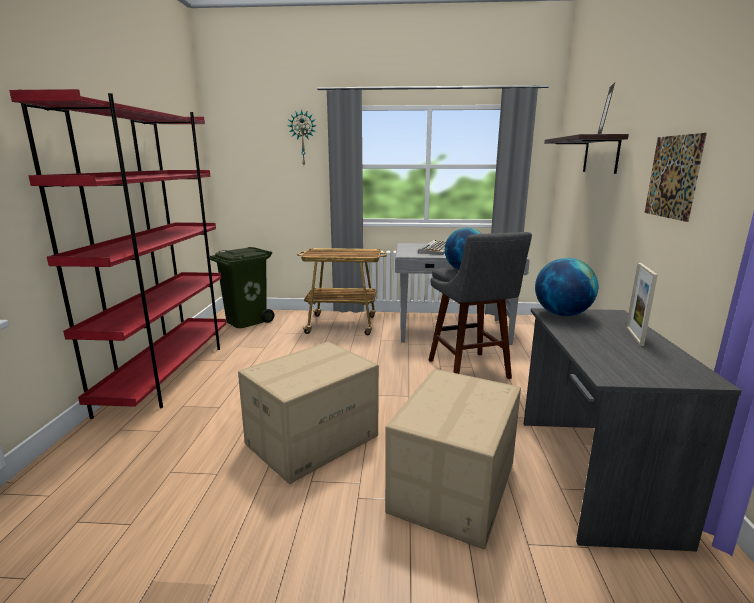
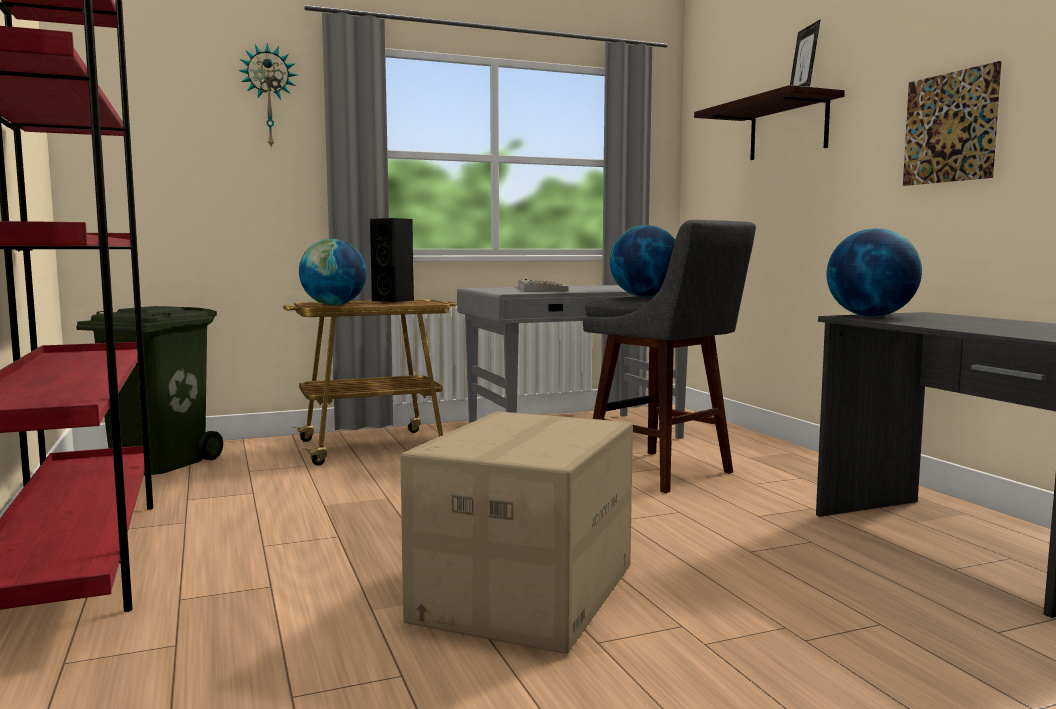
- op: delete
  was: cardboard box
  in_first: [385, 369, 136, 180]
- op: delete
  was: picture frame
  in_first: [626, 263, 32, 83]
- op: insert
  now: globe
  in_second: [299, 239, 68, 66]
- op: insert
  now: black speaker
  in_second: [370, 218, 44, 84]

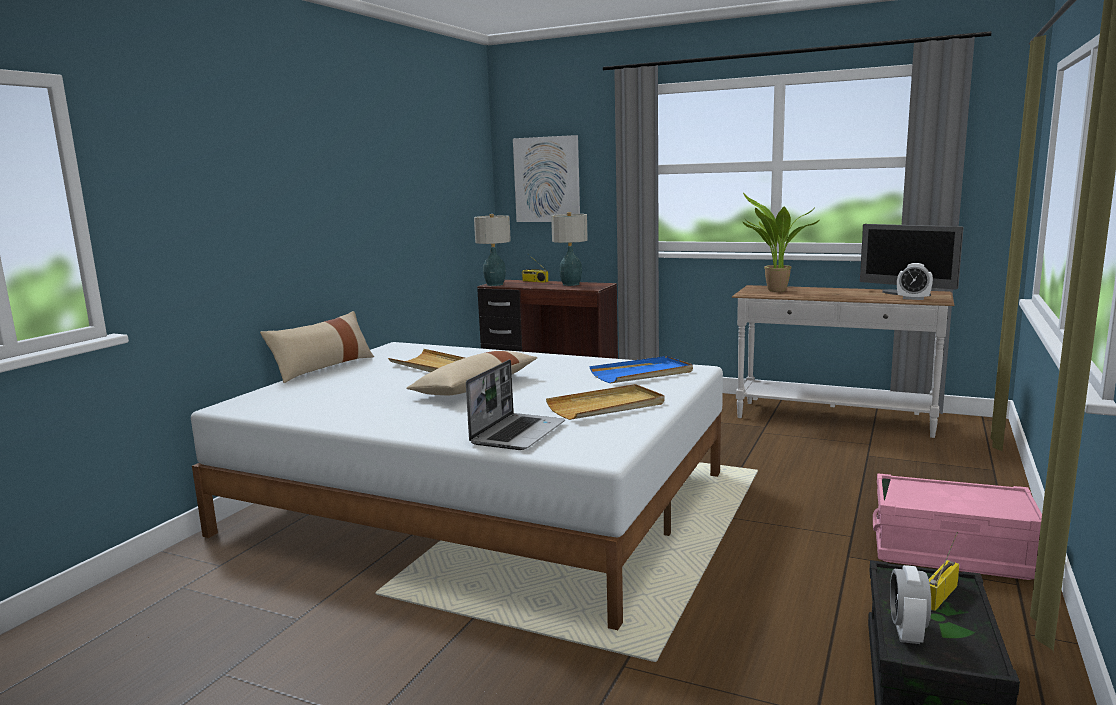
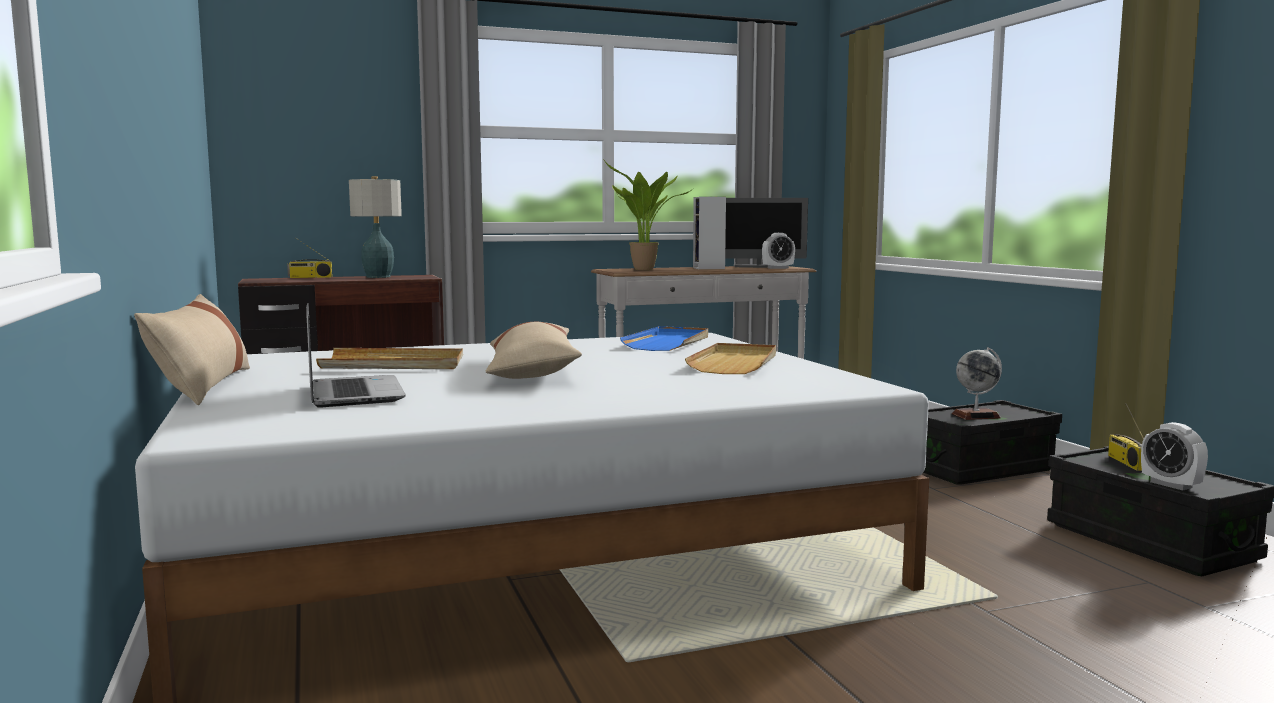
- op: move
  was: laptop
  in_first: [466, 360, 99, 90]
  in_second: [306, 303, 100, 105]
- op: delete
  was: table lamp
  in_first: [474, 214, 37, 72]
- op: delete
  was: picture
  in_first: [513, 135, 67, 87]
- op: recolor
  was: pink storage box
  now: black storage box
  in_first: [873, 473, 169, 107]
  in_second: [923, 400, 139, 85]
- op: insert
  now: speaker
  in_second: [693, 197, 33, 73]
- op: insert
  now: globe
  in_second: [952, 347, 50, 73]

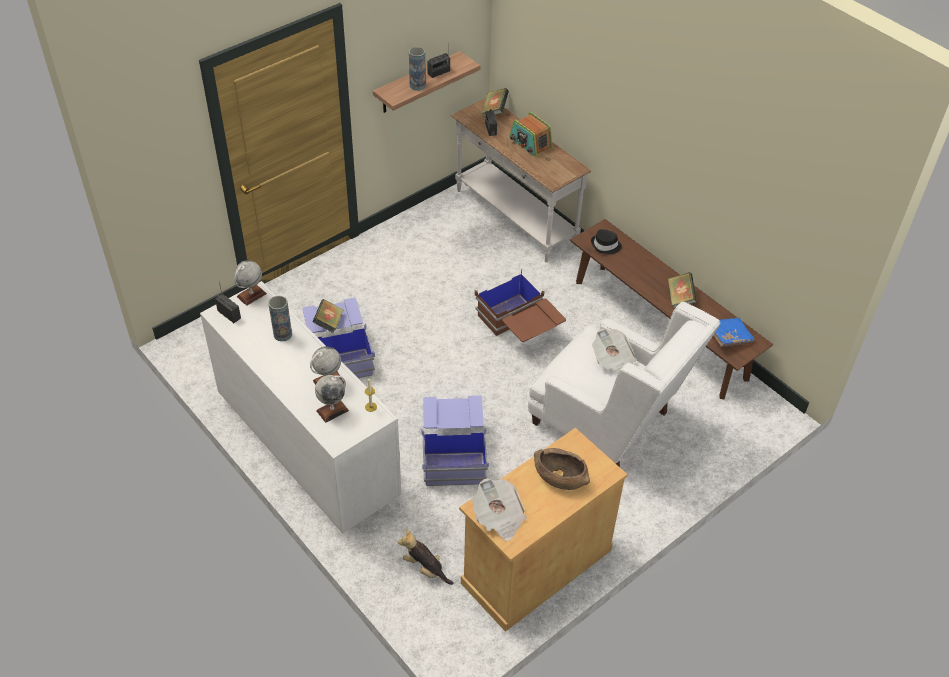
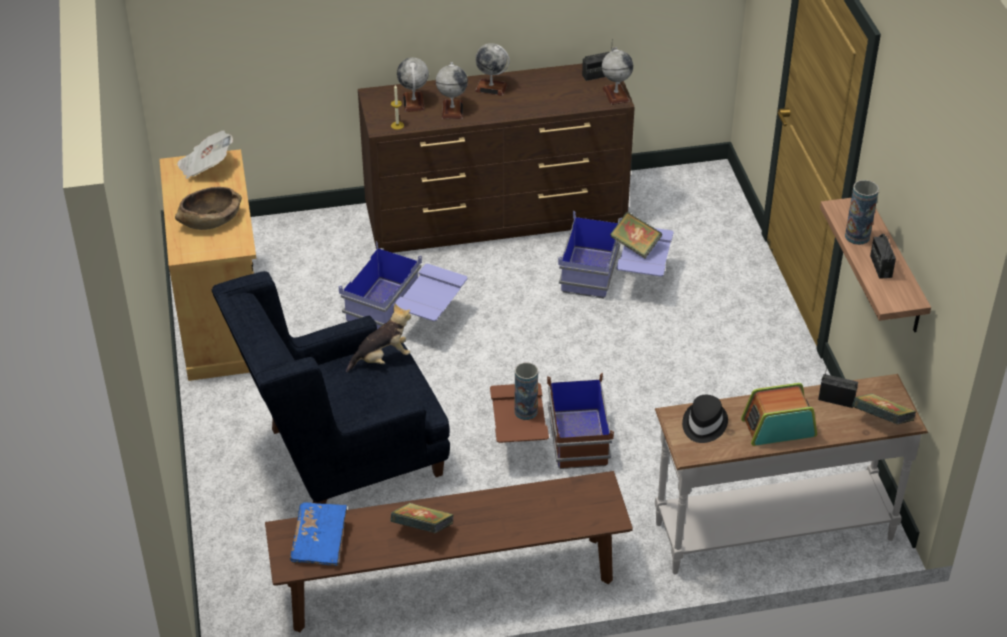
- op: recolor
  was: white dresser
  now: brown dresser
  in_first: [200, 281, 202, 253]
  in_second: [358, 63, 277, 190]
- op: move
  was: vase
  in_first: [268, 296, 24, 45]
  in_second: [515, 362, 23, 58]
- op: move
  was: plush toy
  in_first: [398, 530, 55, 55]
  in_second: [346, 303, 65, 70]
- op: recolor
  was: white armchair
  now: blue armchair
  in_first: [528, 302, 192, 165]
  in_second: [212, 271, 238, 233]
- op: move
  was: black hat
  in_first: [591, 229, 31, 26]
  in_second: [682, 395, 46, 48]
- op: delete
  was: newspaper
  in_first: [592, 329, 45, 46]
- op: insert
  now: globe
  in_second: [475, 43, 34, 53]

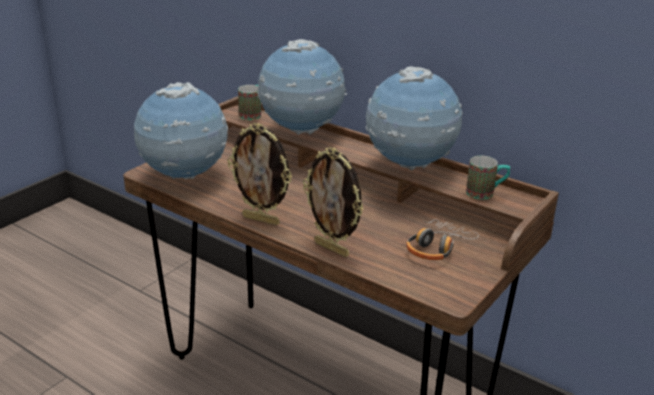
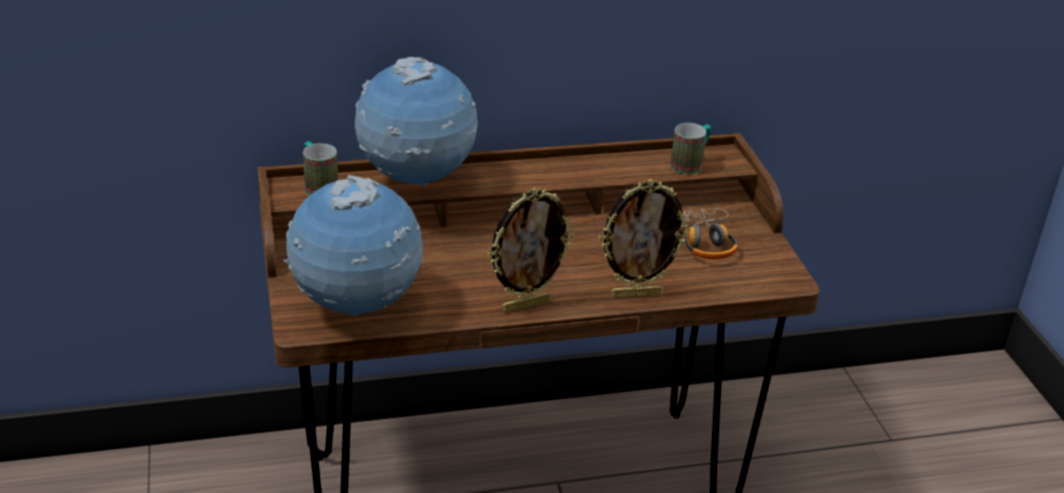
- op: delete
  was: globe
  in_first: [366, 67, 97, 104]

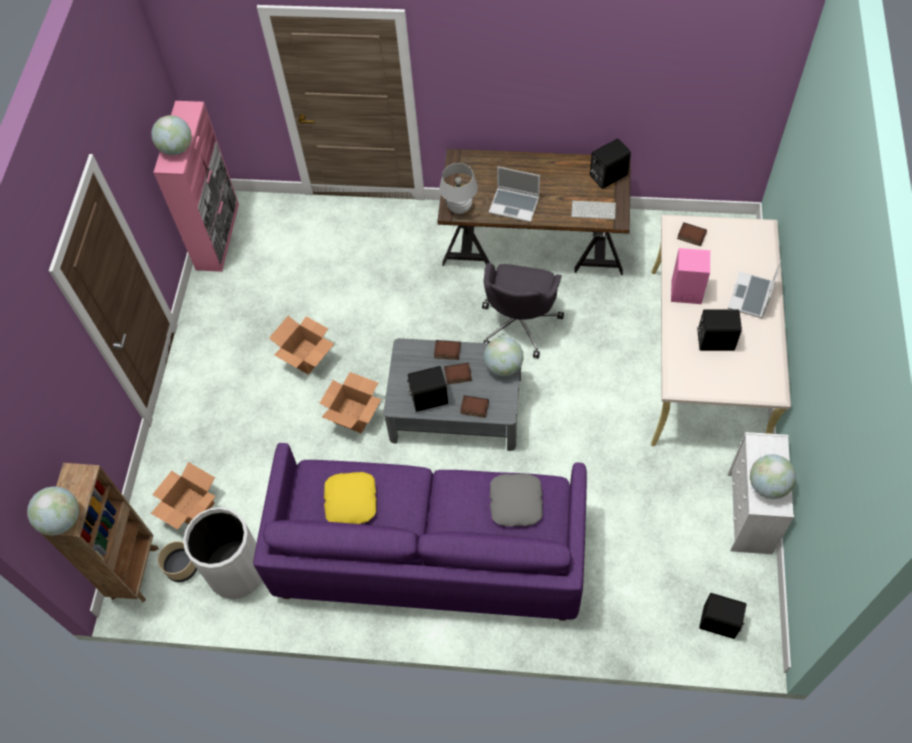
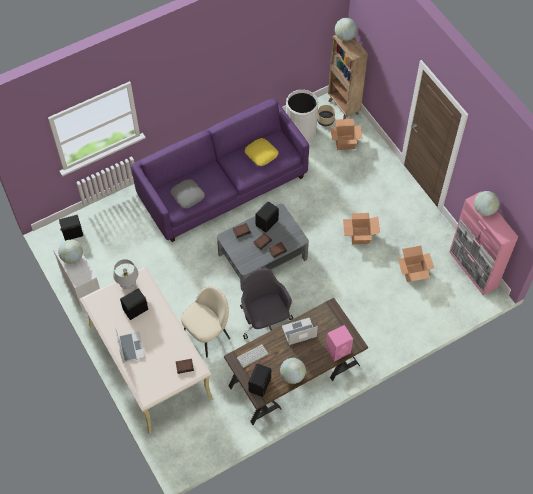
- op: move
  was: cardboard box
  in_first: [319, 372, 63, 61]
  in_second: [398, 246, 36, 36]
- op: move
  was: white table lamp
  in_first: [439, 163, 39, 51]
  in_second: [113, 259, 25, 30]
- op: move
  was: globe
  in_first: [484, 337, 40, 39]
  in_second: [280, 358, 26, 26]
- op: move
  was: pink speaker
  in_first: [671, 248, 39, 56]
  in_second: [326, 325, 27, 36]
- op: insert
  now: beige chair
  in_second: [181, 286, 49, 71]

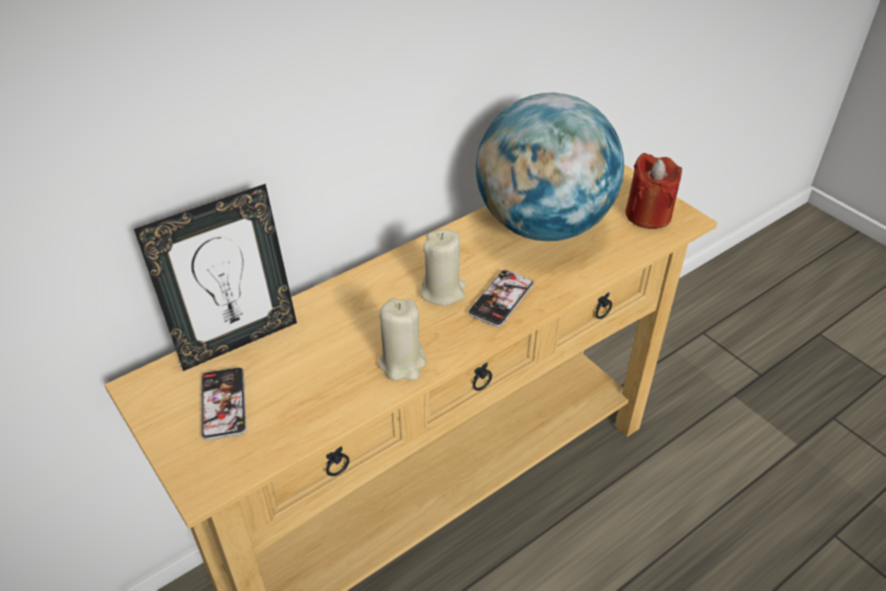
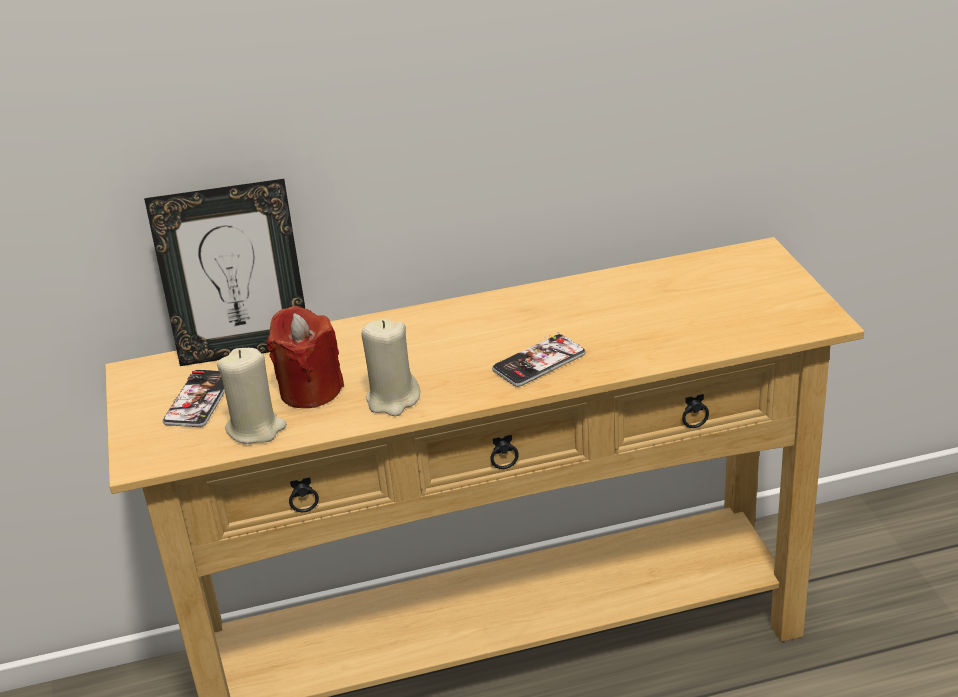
- op: move
  was: beige candle
  in_first: [420, 229, 46, 76]
  in_second: [217, 348, 70, 96]
- op: delete
  was: globe
  in_first: [476, 92, 148, 149]
- op: move
  was: red candle
  in_first: [625, 153, 57, 76]
  in_second: [267, 305, 77, 103]

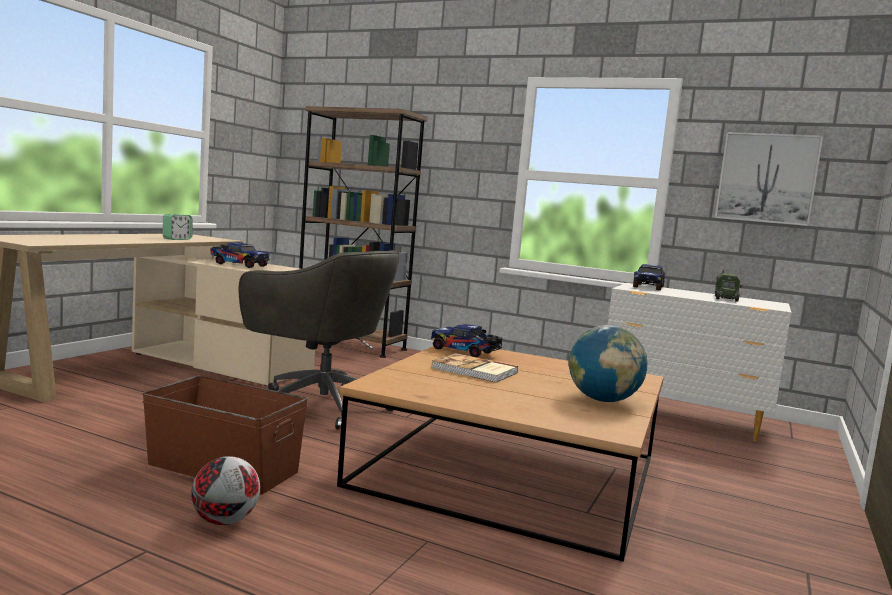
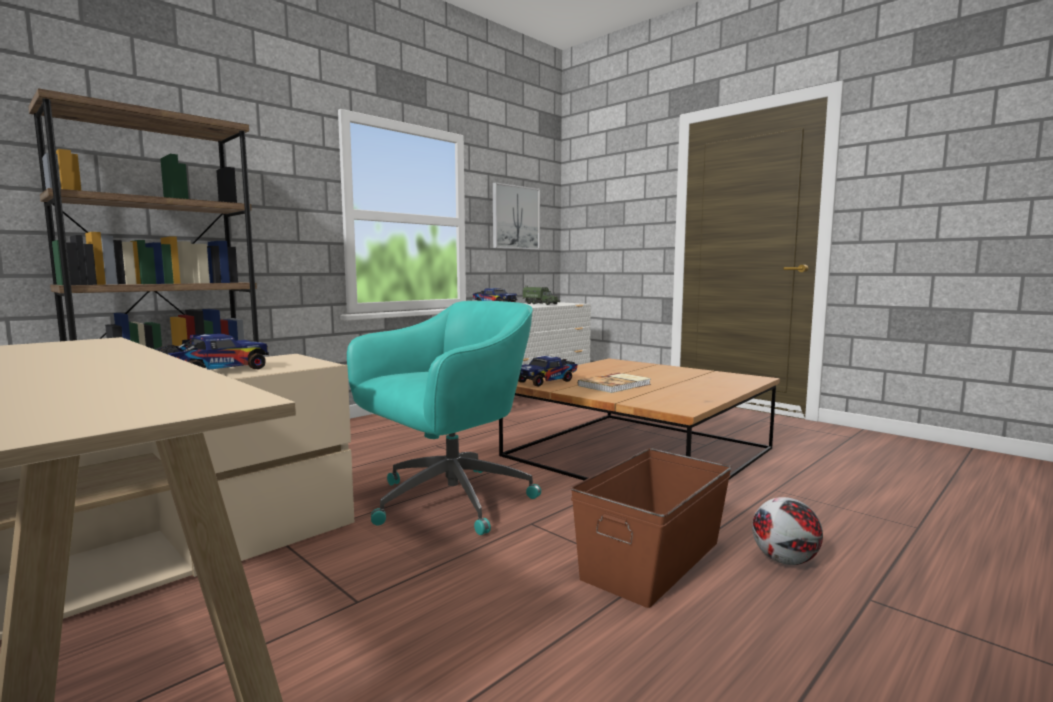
- op: delete
  was: alarm clock
  in_first: [163, 214, 29, 26]
- op: recolor
  was: grey office chair
  now: turquoise office chair
  in_first: [239, 251, 160, 178]
  in_second: [347, 301, 194, 234]
- op: delete
  was: globe
  in_first: [569, 325, 78, 77]

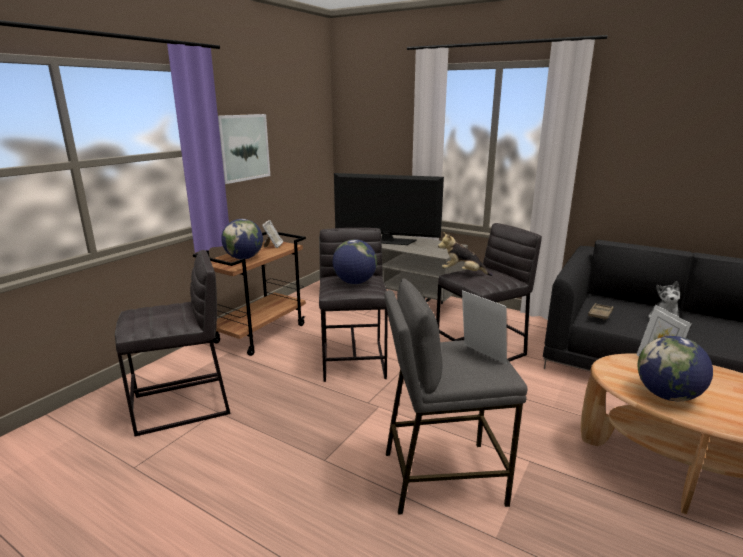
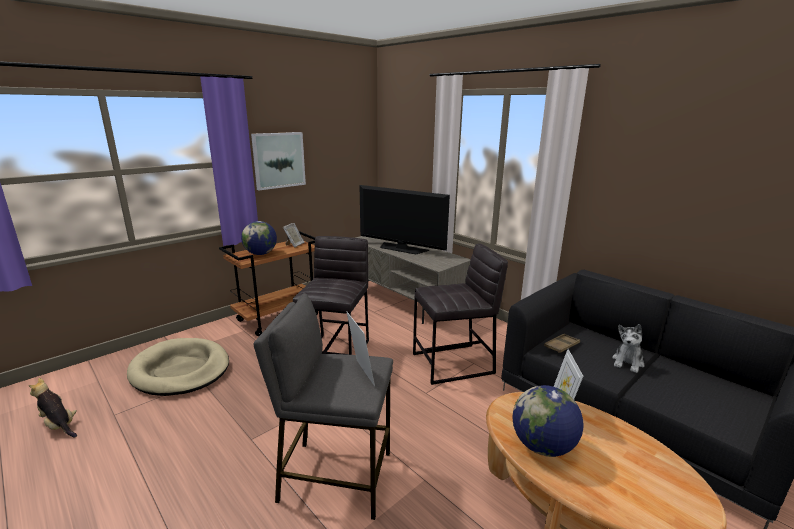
- op: replace
  was: grey stool
  now: beige dog bed
  in_first: [115, 250, 116, 186]
  in_second: [127, 338, 102, 58]
- op: delete
  was: globe
  in_first: [333, 239, 44, 45]
- op: move
  was: plush toy
  in_first: [438, 232, 55, 44]
  in_second: [29, 378, 48, 60]

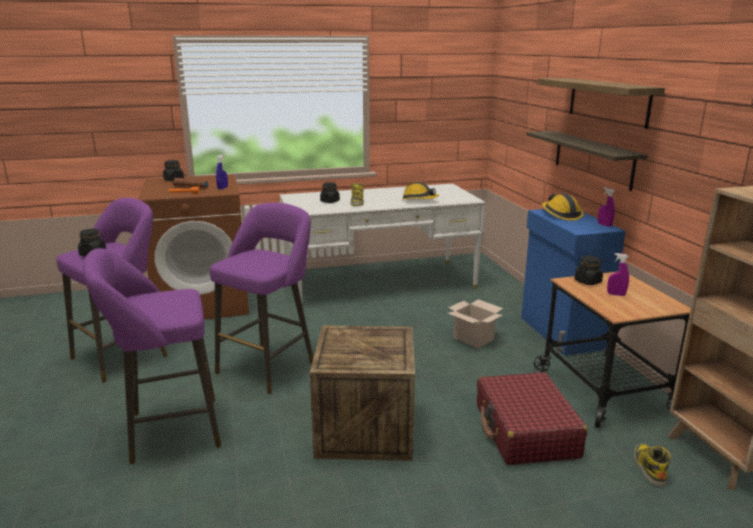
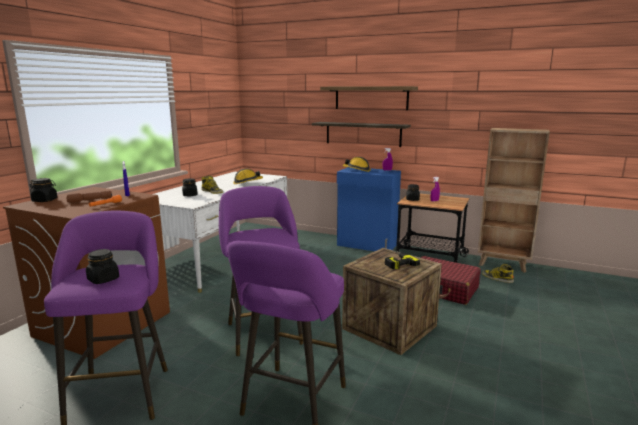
- op: delete
  was: cardboard box
  in_first: [448, 299, 55, 49]
- op: insert
  now: power drill
  in_second: [385, 250, 35, 20]

